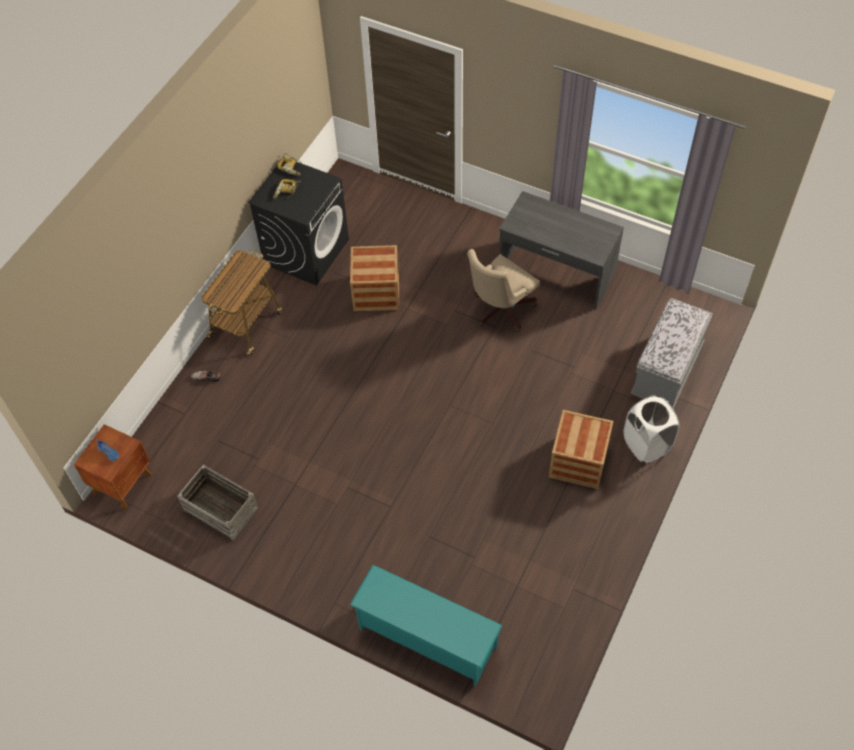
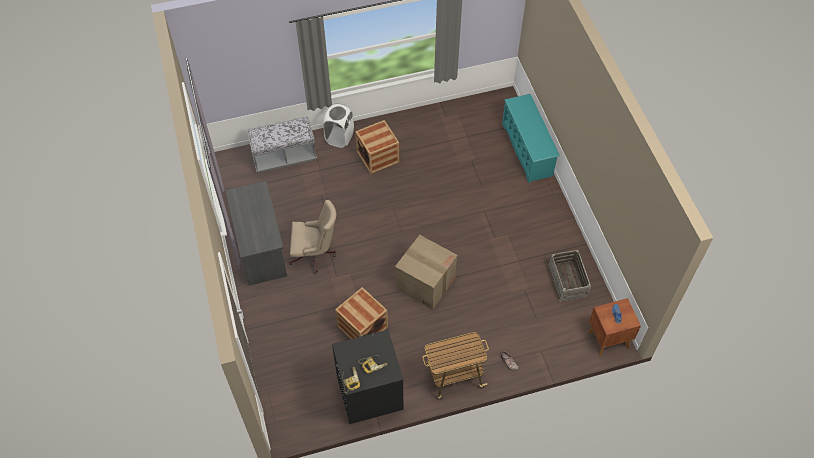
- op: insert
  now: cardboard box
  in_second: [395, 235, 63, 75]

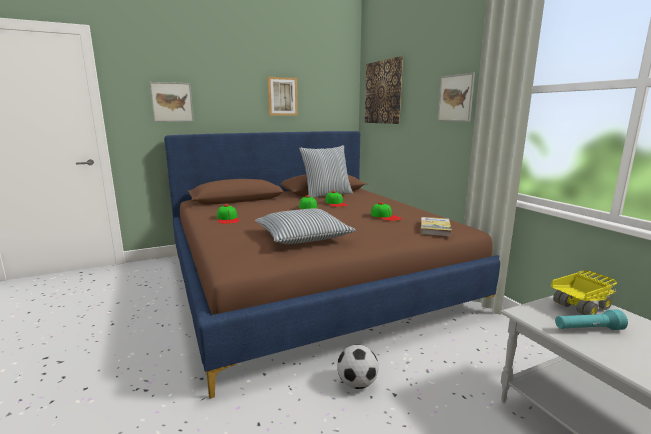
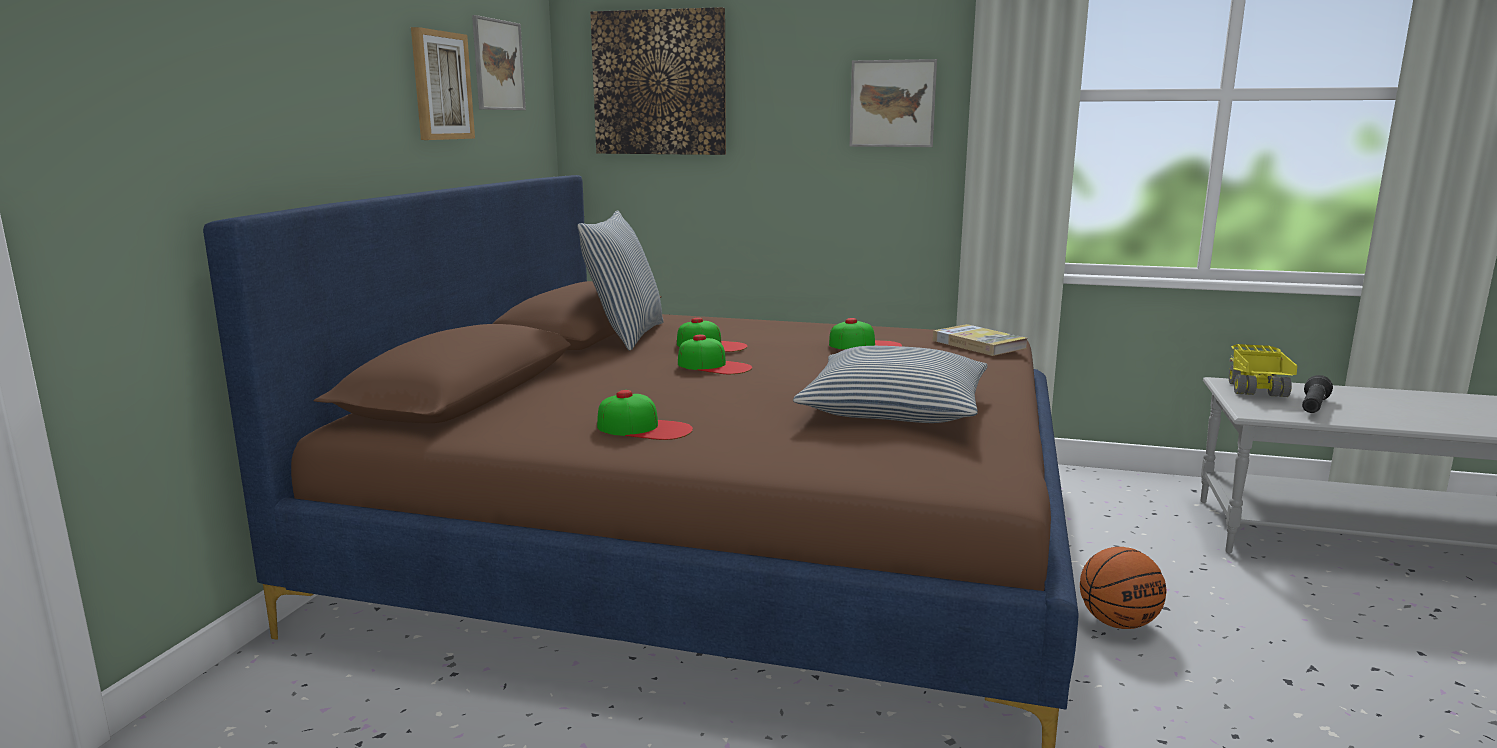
- op: move
  was: picture
  in_first: [149, 82, 45, 40]
  in_second: [472, 15, 54, 95]
- op: replace
  was: football
  now: basketball
  in_first: [337, 344, 42, 45]
  in_second: [1080, 547, 86, 82]
- op: recolor
  was: turquoise flashlight
  now: black flashlight
  in_first: [555, 310, 73, 20]
  in_second: [1302, 375, 31, 38]

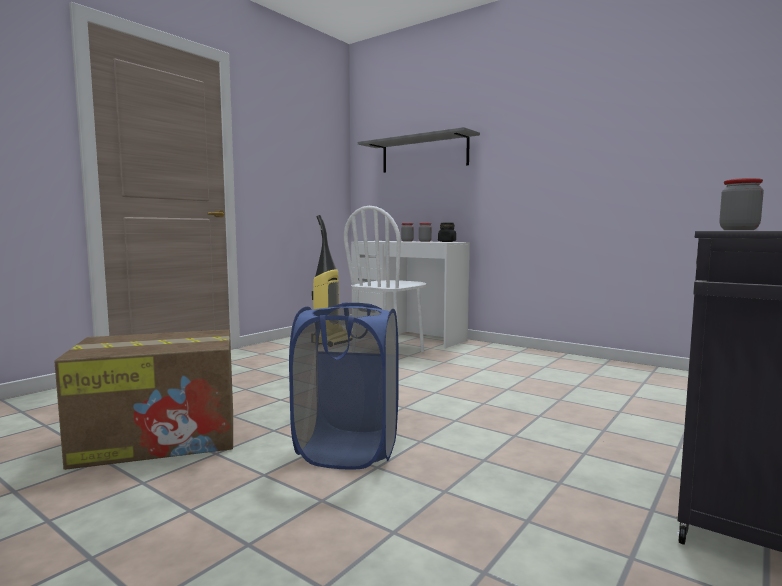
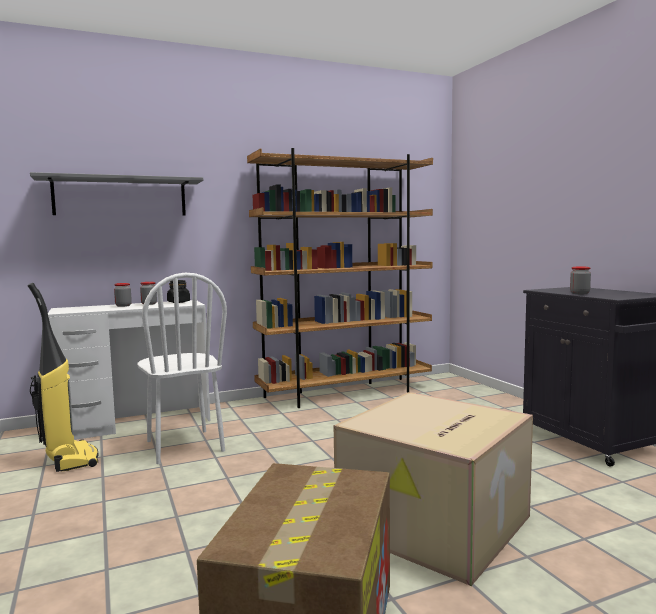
- op: replace
  was: blue laundry basket
  now: cardboard box
  in_first: [289, 302, 110, 167]
  in_second: [334, 392, 199, 194]
- op: insert
  now: brown bookcase
  in_second: [247, 148, 186, 260]

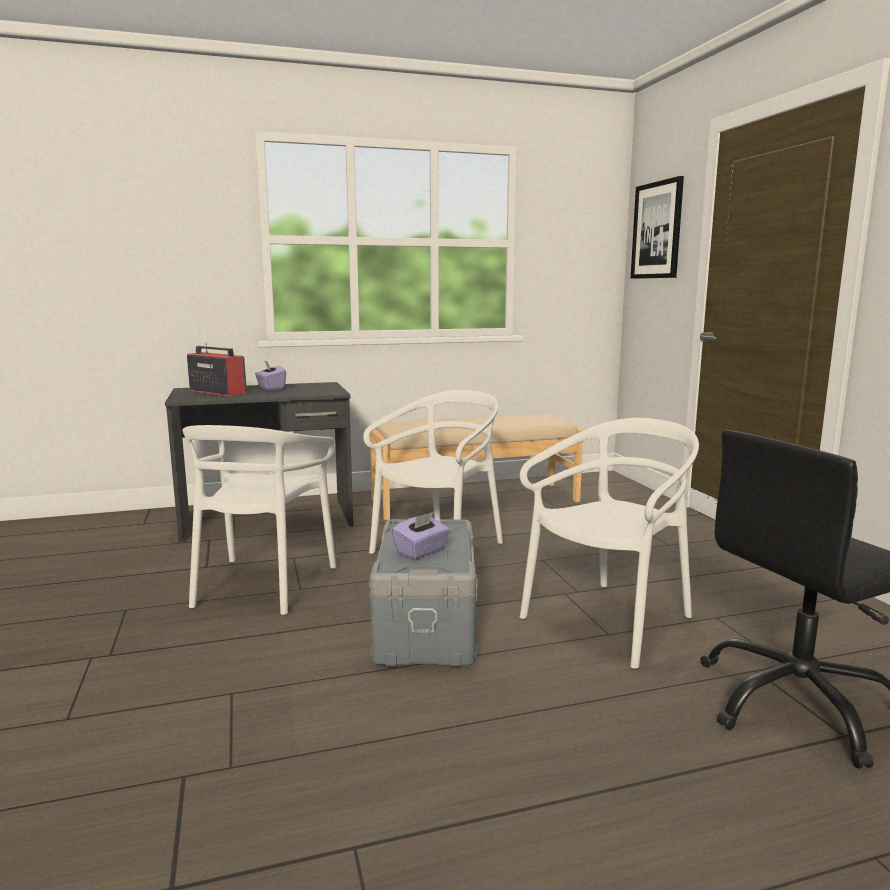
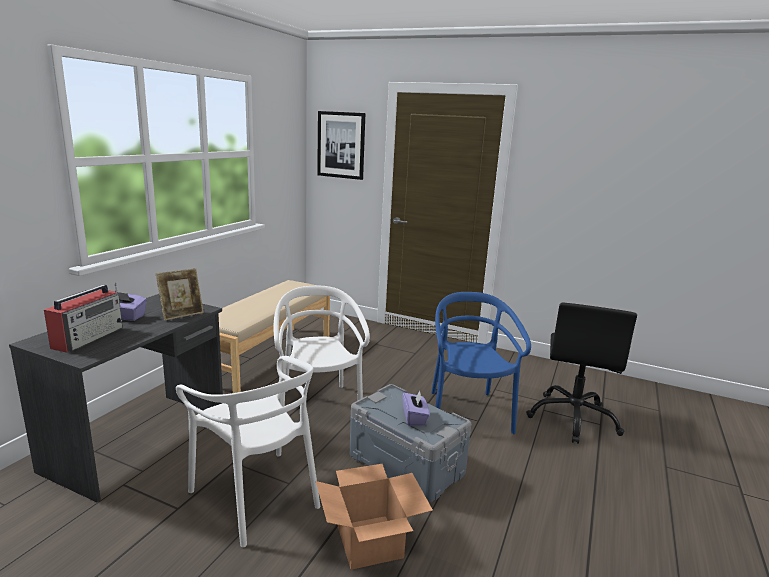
- op: rotate
  was: radio
  in_first: [187, 342, 60, 55]
  in_second: [44, 283, 79, 70]
  clockwise: 120
- op: recolor
  was: white chair
  now: blue chair
  in_first: [520, 418, 179, 251]
  in_second: [431, 292, 100, 142]
- op: insert
  now: picture frame
  in_second: [156, 268, 48, 53]
- op: insert
  now: cardboard box
  in_second: [316, 464, 117, 106]

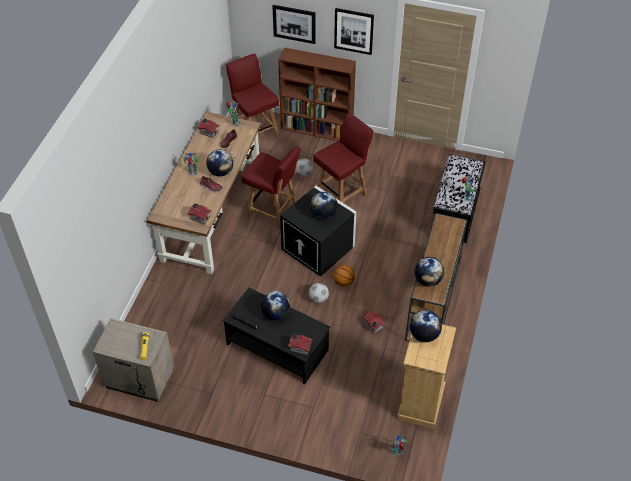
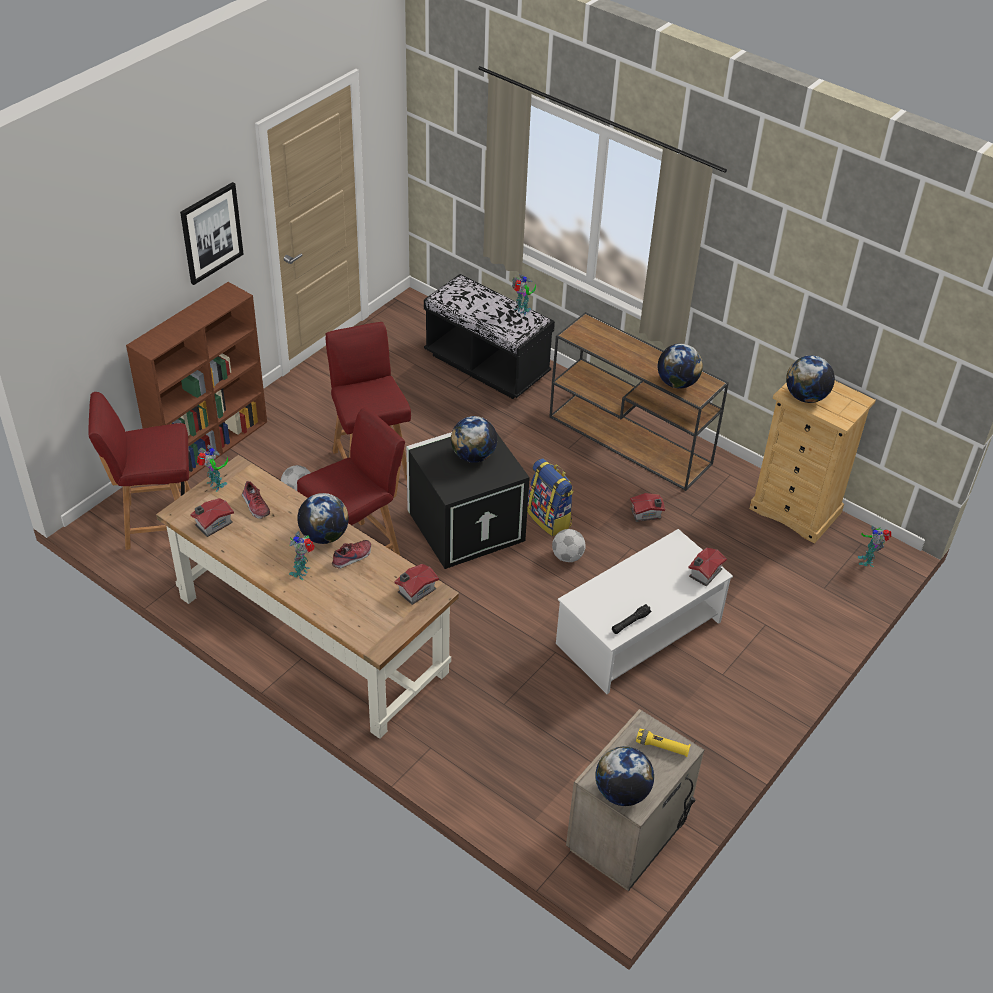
- op: recolor
  was: black coffee table
  now: white coffee table
  in_first: [222, 288, 108, 97]
  in_second: [556, 529, 177, 165]
- op: move
  was: globe
  in_first: [261, 291, 29, 29]
  in_second: [595, 746, 59, 60]
- op: delete
  was: picture
  in_first: [272, 5, 43, 39]
- op: replace
  was: basketball
  now: backpack
  in_first: [333, 265, 22, 22]
  in_second: [527, 458, 47, 78]

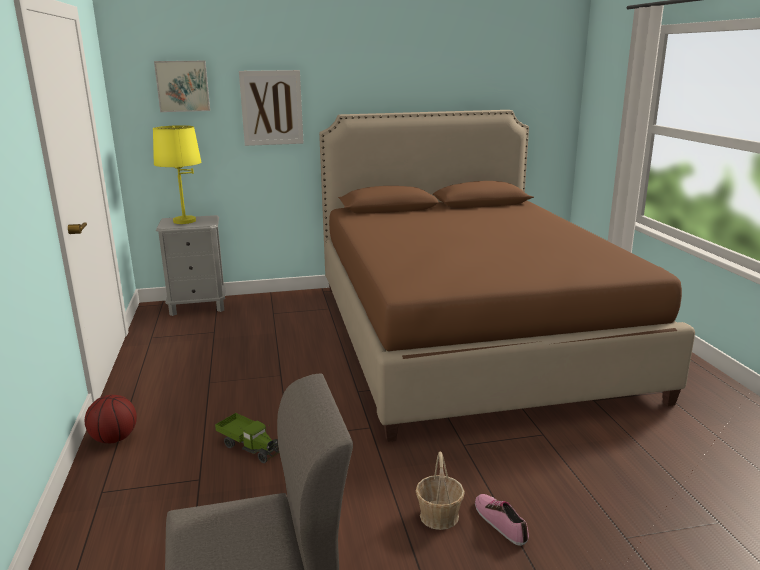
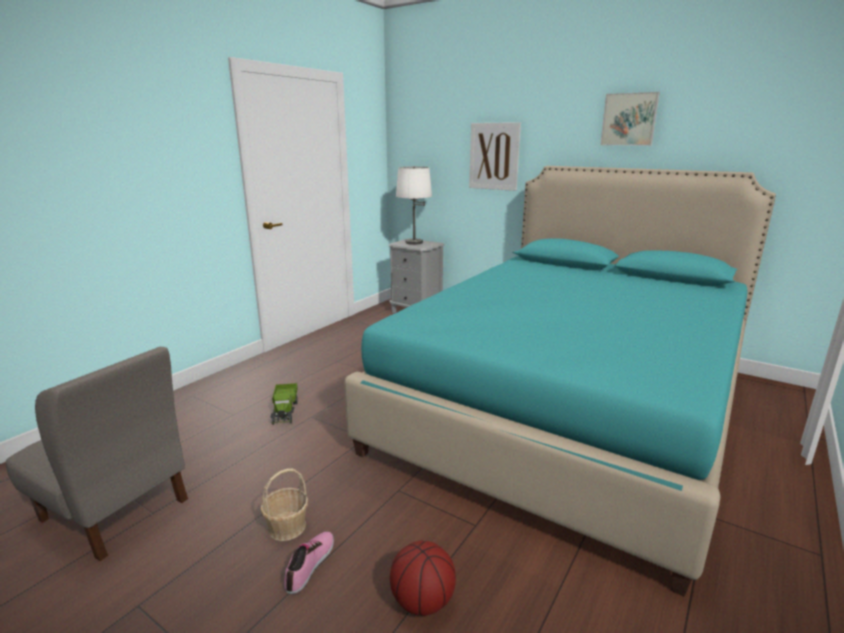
- op: move
  was: basketball
  in_first: [85, 395, 52, 48]
  in_second: [390, 541, 66, 75]
- op: recolor
  was: yellow table lamp
  now: white table lamp
  in_first: [153, 125, 49, 99]
  in_second: [396, 166, 36, 79]
- op: move
  was: picture
  in_first: [154, 61, 56, 51]
  in_second: [600, 92, 60, 54]
- op: recolor
  was: brown bed
  now: turquoise bed
  in_first: [319, 110, 376, 332]
  in_second: [344, 166, 432, 431]

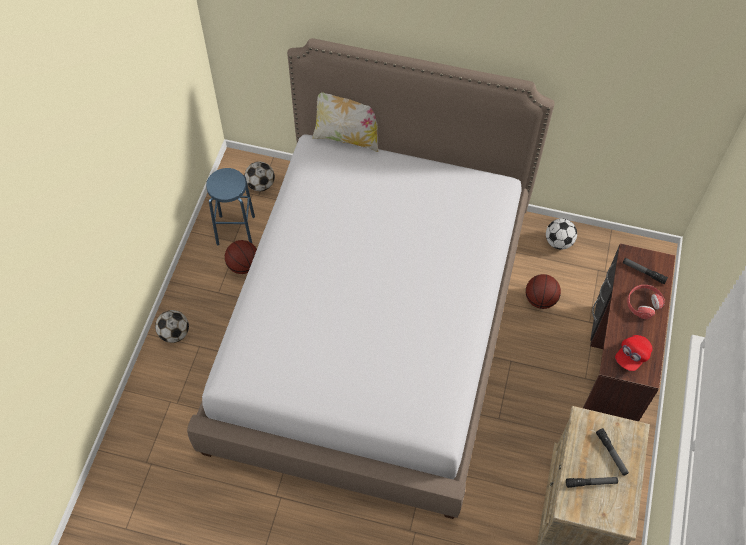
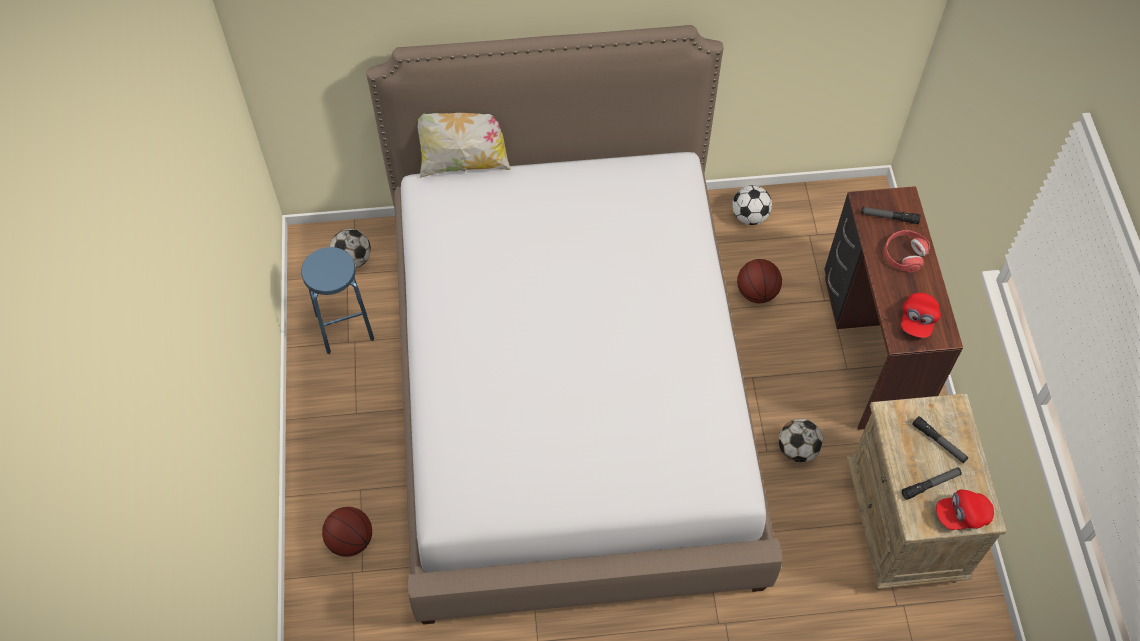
- op: move
  was: football
  in_first: [155, 310, 34, 33]
  in_second: [779, 419, 44, 44]
- op: move
  was: basketball
  in_first: [225, 240, 32, 34]
  in_second: [322, 507, 50, 50]
- op: insert
  now: red cap
  in_second: [936, 489, 58, 41]

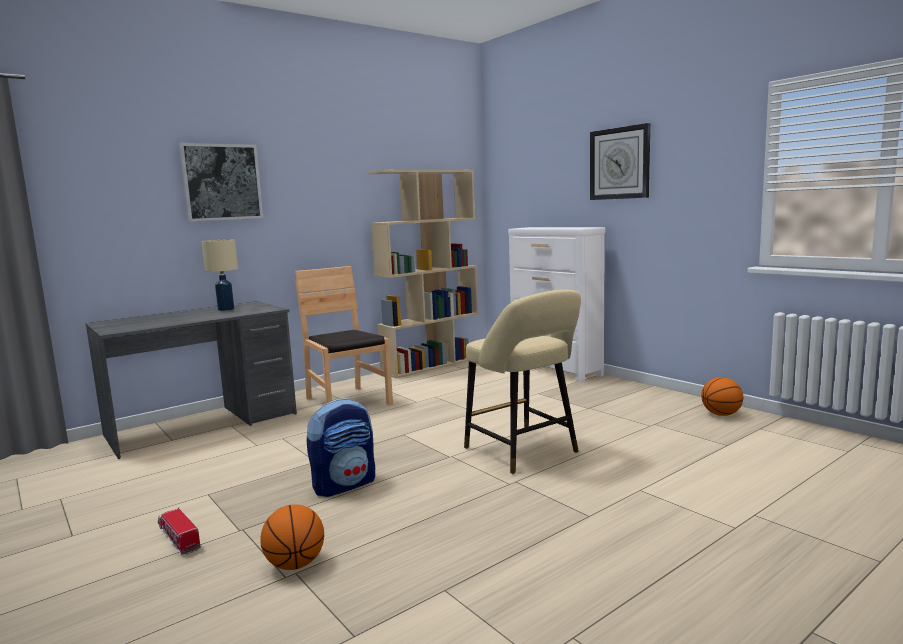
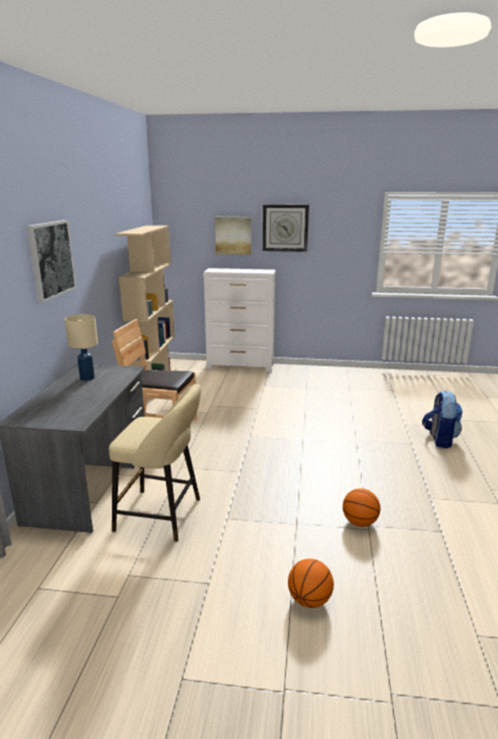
- op: delete
  was: toy truck
  in_first: [158, 508, 43, 47]
- op: move
  was: backpack
  in_first: [307, 398, 68, 99]
  in_second: [422, 391, 40, 57]
- op: move
  was: beige stool
  in_first: [464, 290, 117, 184]
  in_second: [109, 384, 92, 158]
- op: move
  was: basketball
  in_first: [701, 377, 42, 39]
  in_second: [288, 559, 46, 49]
- op: insert
  now: picture
  in_second: [215, 217, 36, 38]

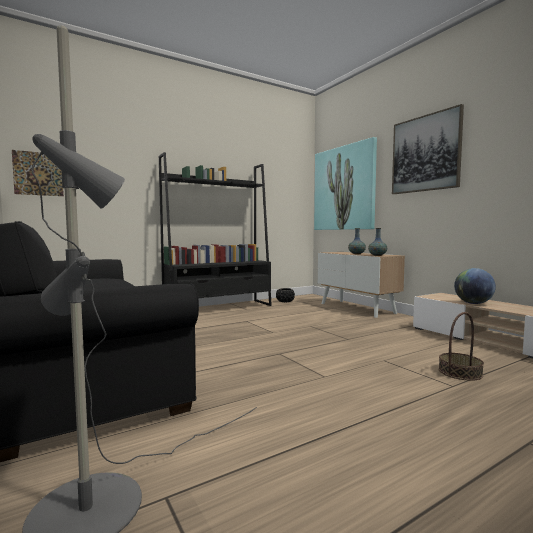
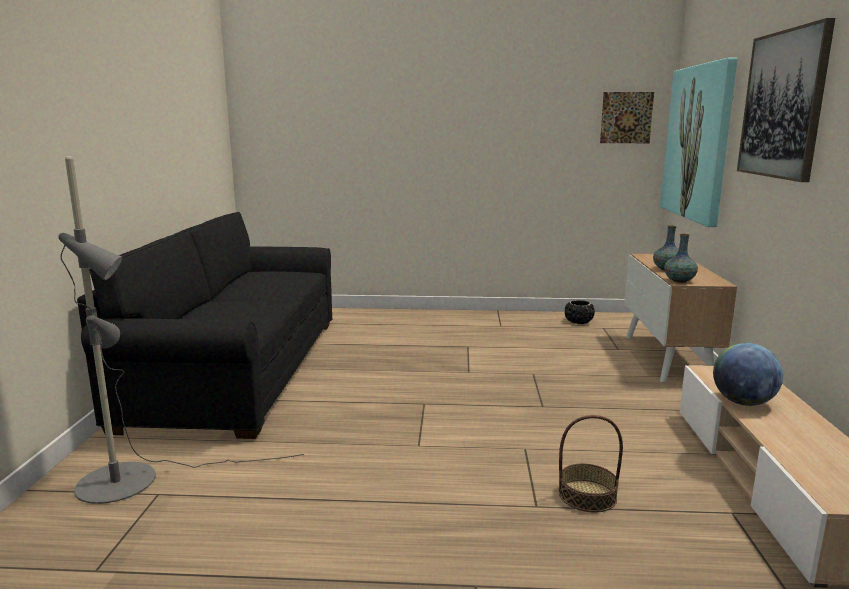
- op: move
  was: picture
  in_first: [12, 150, 52, 46]
  in_second: [600, 92, 54, 51]
- op: delete
  was: black bookcase
  in_first: [159, 152, 113, 154]

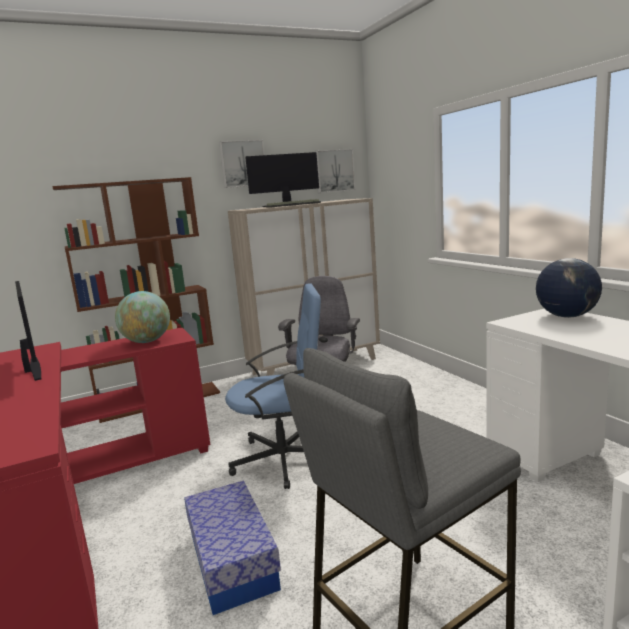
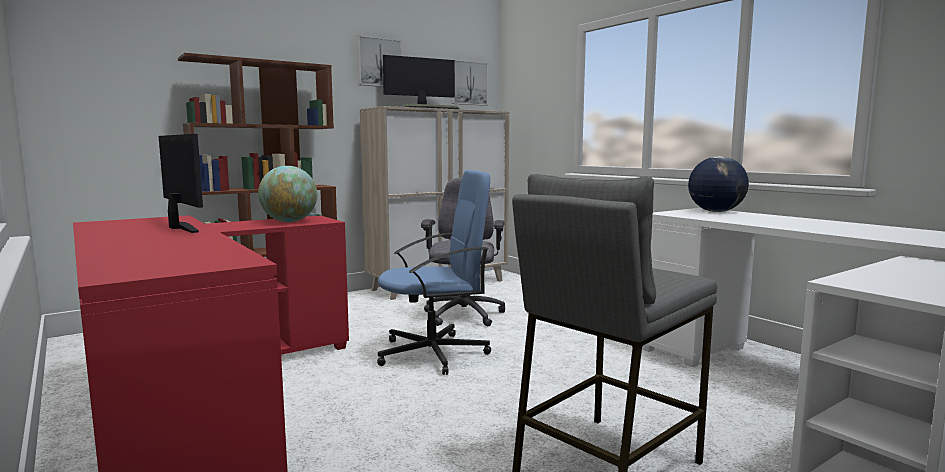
- op: delete
  was: storage box
  in_first: [184, 480, 97, 135]

